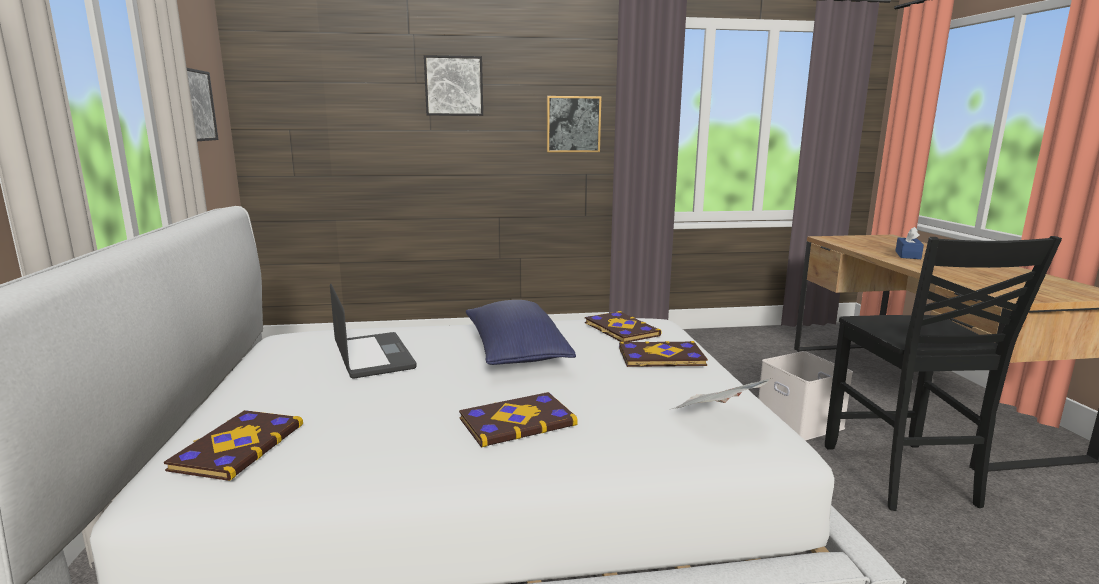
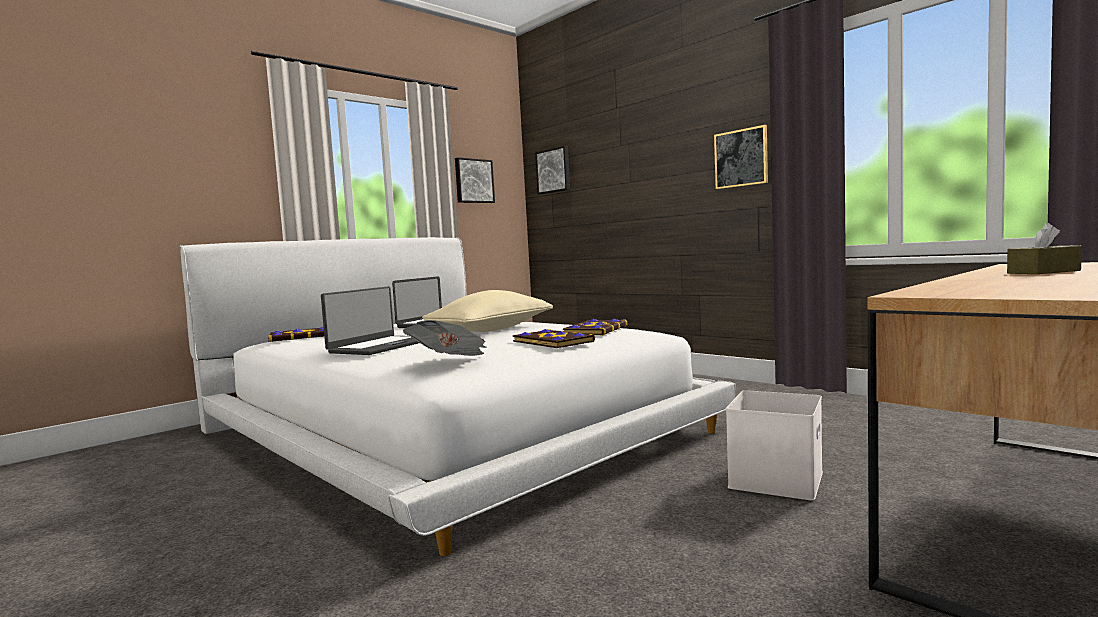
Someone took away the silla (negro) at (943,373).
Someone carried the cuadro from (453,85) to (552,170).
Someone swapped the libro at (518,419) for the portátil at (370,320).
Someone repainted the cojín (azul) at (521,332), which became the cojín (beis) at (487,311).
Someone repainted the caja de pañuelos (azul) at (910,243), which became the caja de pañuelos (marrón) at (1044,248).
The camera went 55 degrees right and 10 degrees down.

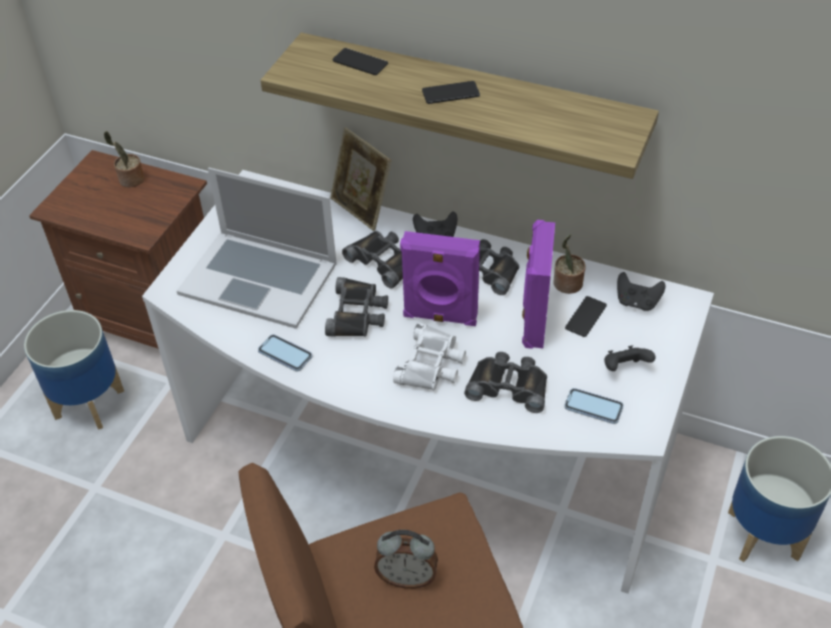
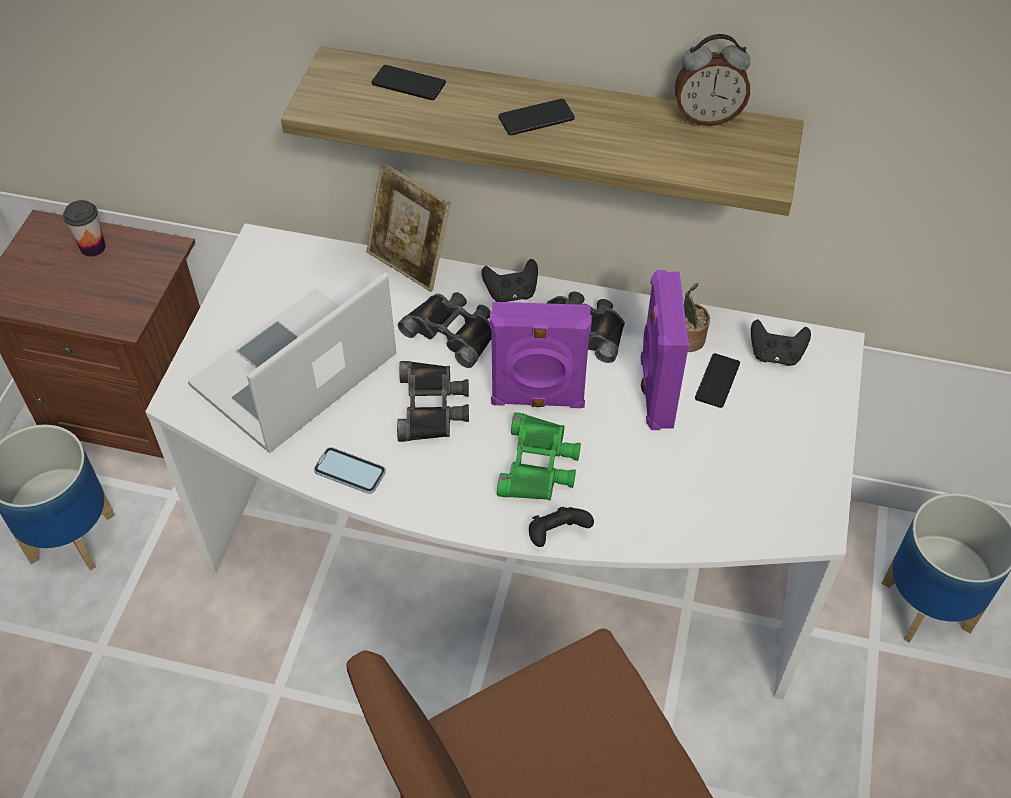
Someone took away the prismáticos (negro) at (505,382).
Someone took away the móvil at (594,406).
Someone carried the despertador from (406,559) to (712,80).
Someone carried the mando de consola (negro) from (630,358) to (561,527).
Someone swapped the planta en maceta at (124,159) for the taza at (84,228).
Someone repainted the prismáticos (blanco) at (429,357), which became the prismáticos (verde) at (539,456).
Someone rotated the portátil at (257,248) by 120 degrees clockwise.
The camera went 10 degrees left and 5 degrees up.

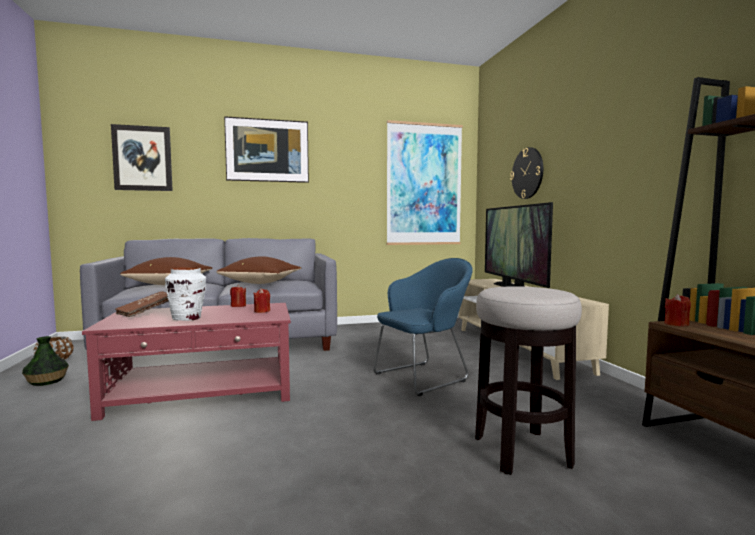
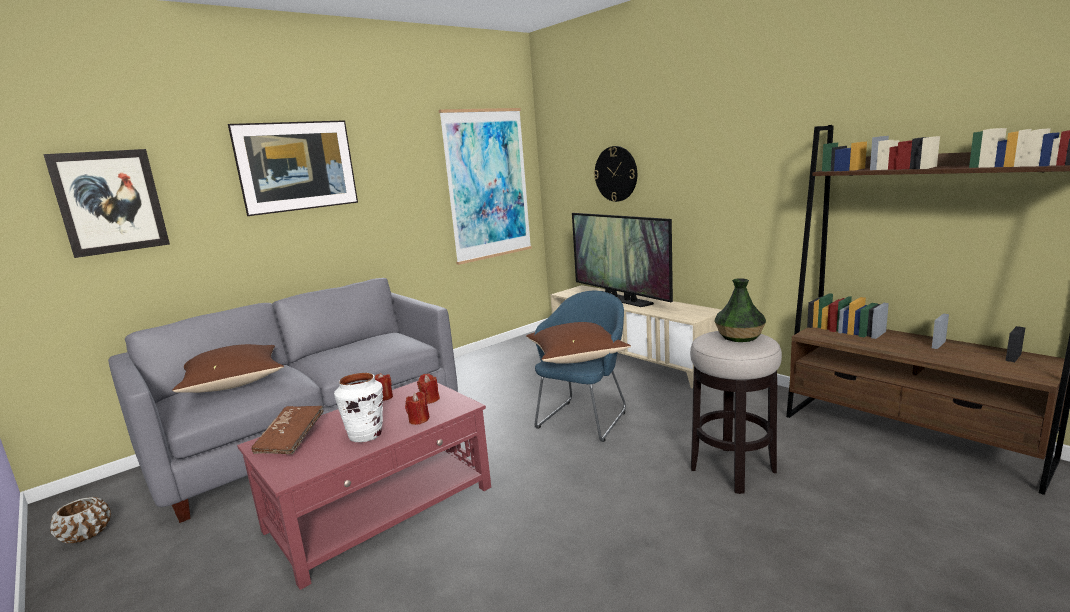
Someone carried the florero from (45,361) to (740,310).
Someone carried the cojín (marrón) from (258,270) to (578,342).
Someone carried the vela (rojo) from (677,310) to (417,408).
The camera went 25 degrees left and 10 degrees up.

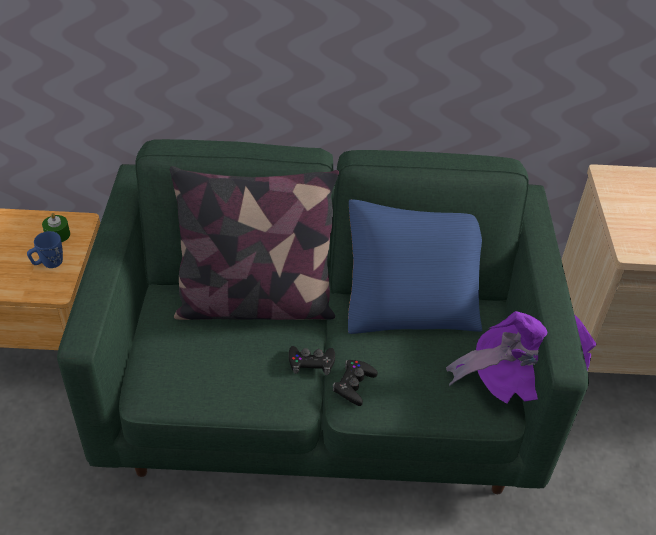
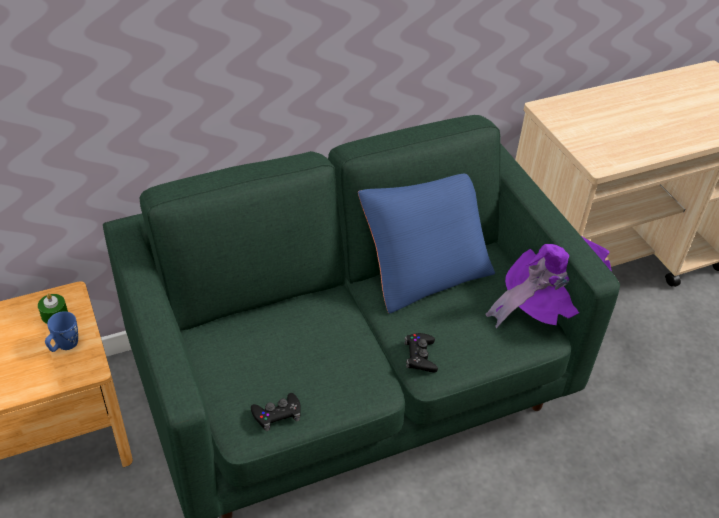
Someone took away the cojín at (254,243).
Someone carried the mando de consola (negro) from (311,360) to (275,412).
The camera went 25 degrees left and 0 degrees up.

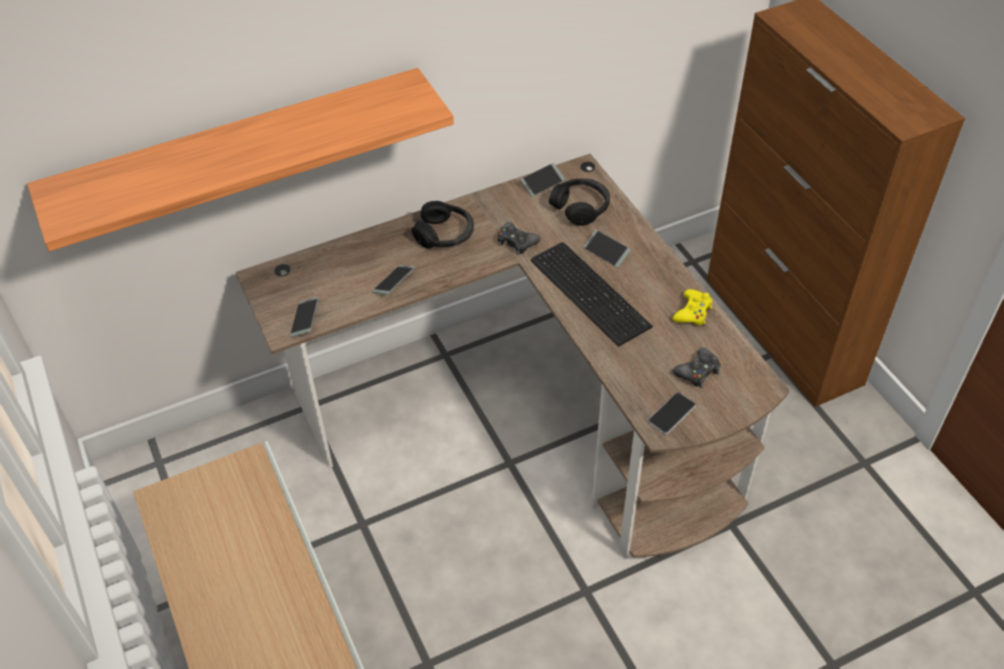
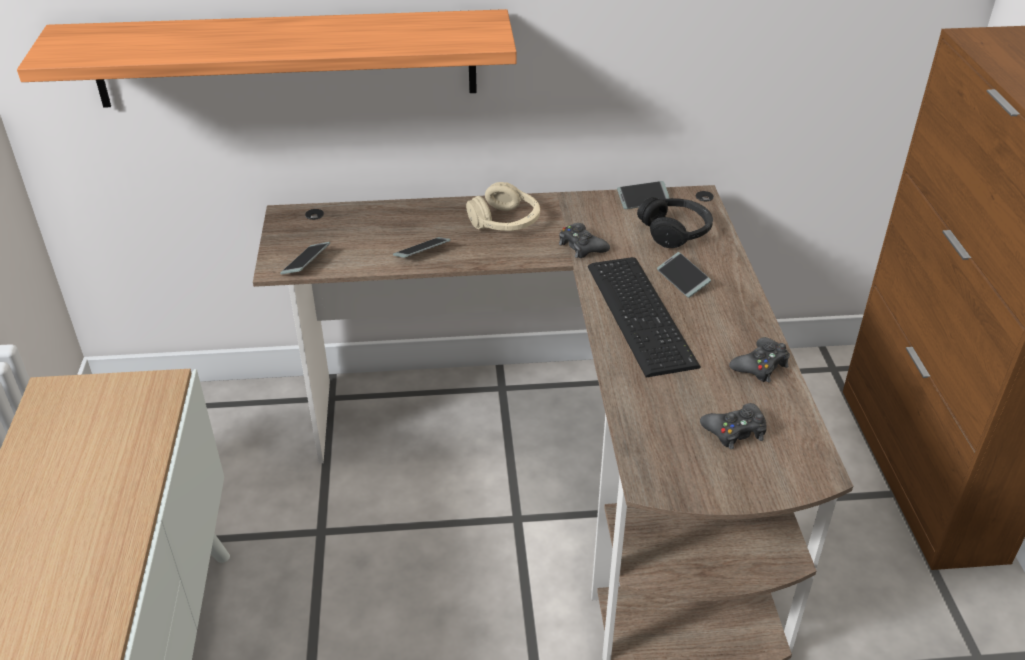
Someone took away the móvil at (672,413).
Someone repainted the auriculares (negro) at (443,225), which became the auriculares (beis) at (503,206).
Someone repainted the mando de consola (amarillo) at (692,307), which became the mando de consola (negro) at (759,359).
The camera went 20 degrees right and 10 degrees down.

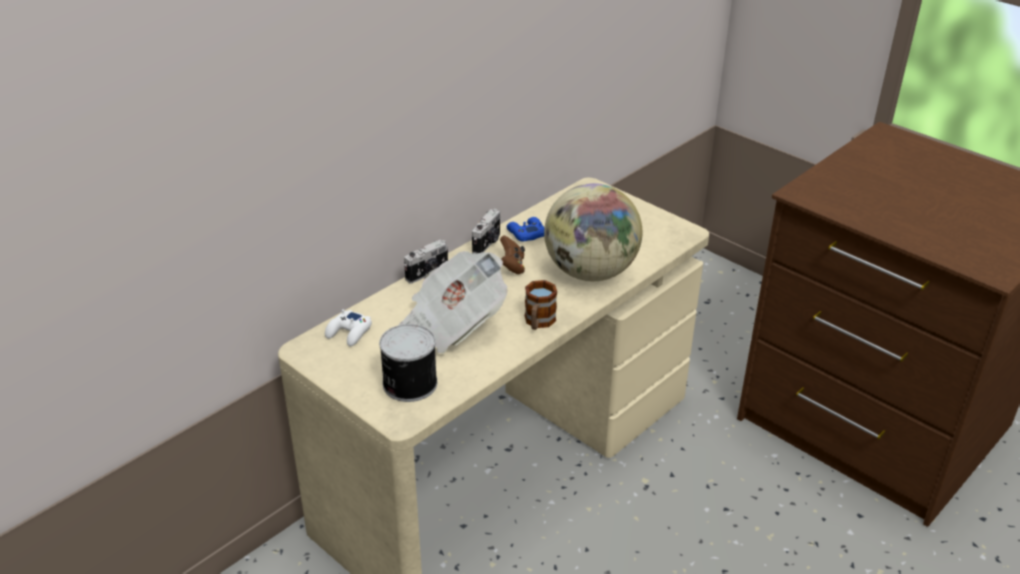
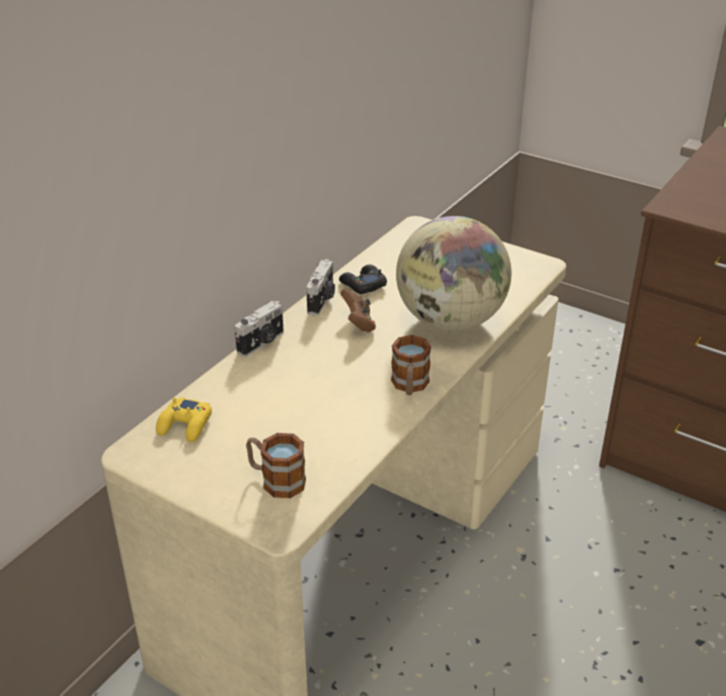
Someone took away the periódico at (453,302).
Someone swapped the lata at (408,363) for the taza grande at (276,465).
Someone repainted the mando de consola (blanco) at (348,327), which became the mando de consola (amarillo) at (184,419).
Someone repainted the mando de consola (azul) at (525,229), which became the mando de consola (negro) at (363,279).
The camera went 10 degrees left and 0 degrees up.

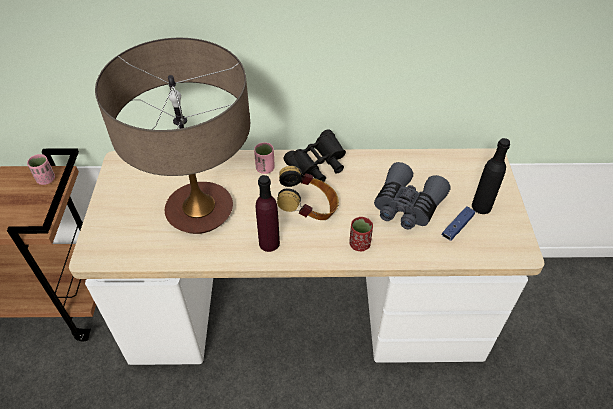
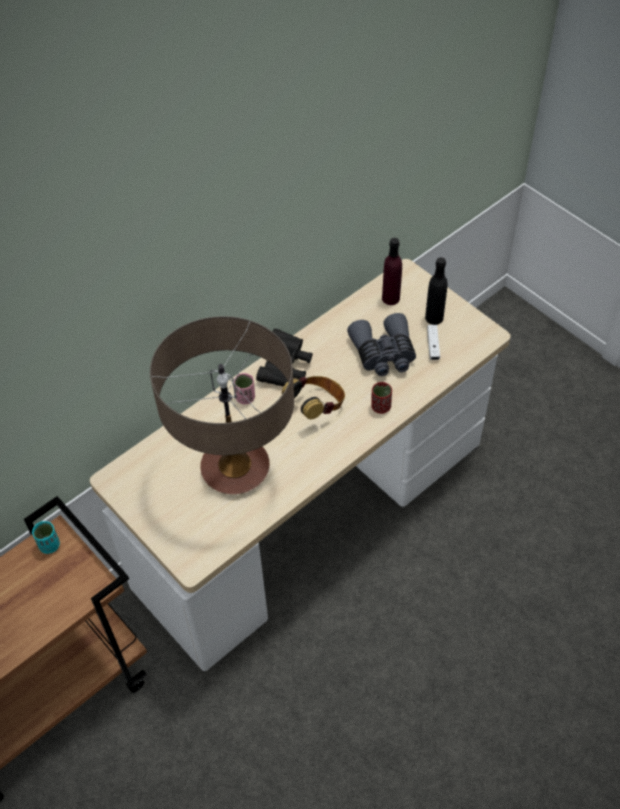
Someone carried the botella (morado) from (268,213) to (392,271).
Someone repainted the taza (rosa) at (41,169), which became the taza (turquesa) at (46,537).
Someone repainted the mando de consola (azul) at (458,223), which became the mando de consola (blanco) at (433,342).
The camera went 40 degrees left and 5 degrees up.

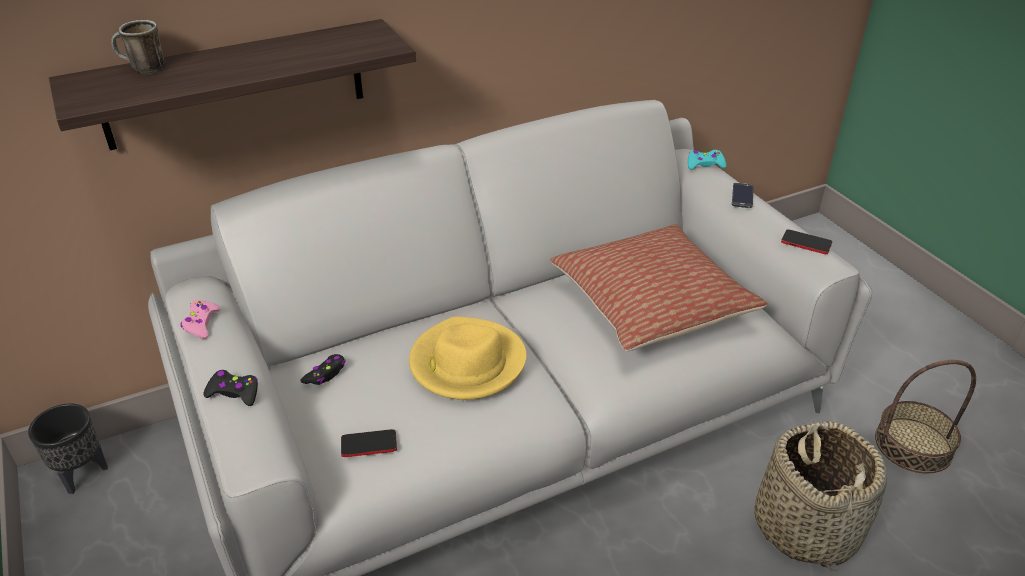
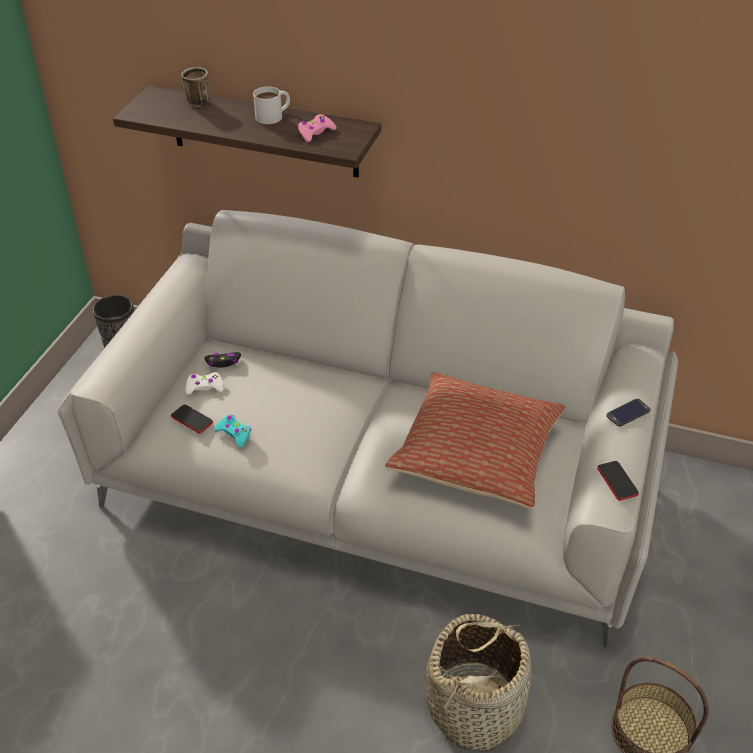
Someone took away the mando de consola (negro) at (230,388).
Someone took away the sombrero (amarillo) at (468,358).
Someone put down the mando de consola (blanco) at (205,383).
Someone put down the taza grande (blanco) at (271,105).
Someone carried the mando de consola (rosa) from (201,319) to (317,128).
Someone carried the mando de consola (turquesa) from (707,160) to (232,431).
The camera went 45 degrees right and 5 degrees up.

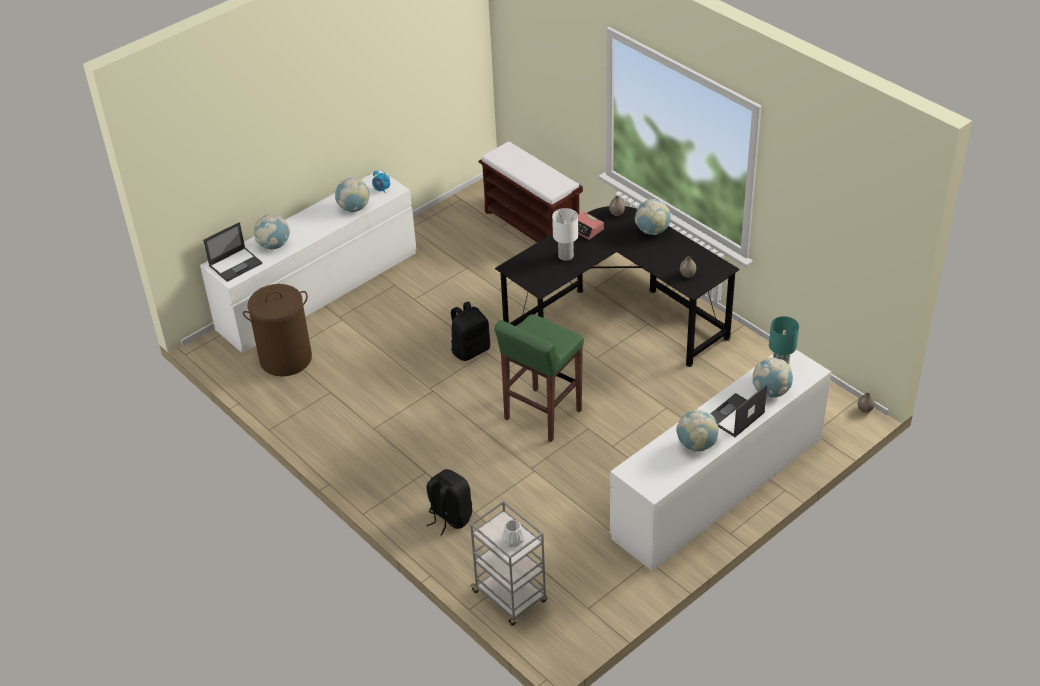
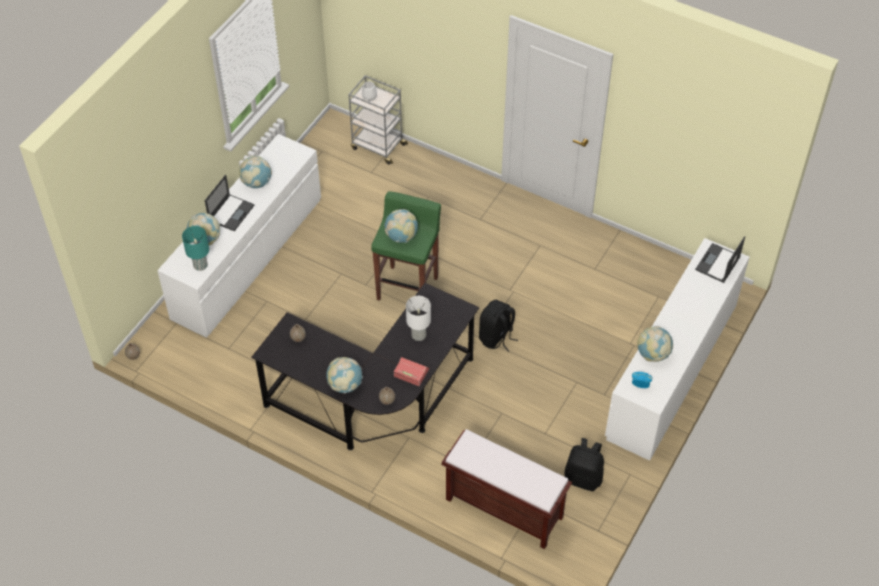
Someone took away the cesto de la ropa (marrón) at (277,330).
Someone carried the globo terráqueo from (272,231) to (401,226).
Someone carried the mochila (negro) from (449,502) to (584,464).
The camera went 160 degrees right and 10 degrees up.

